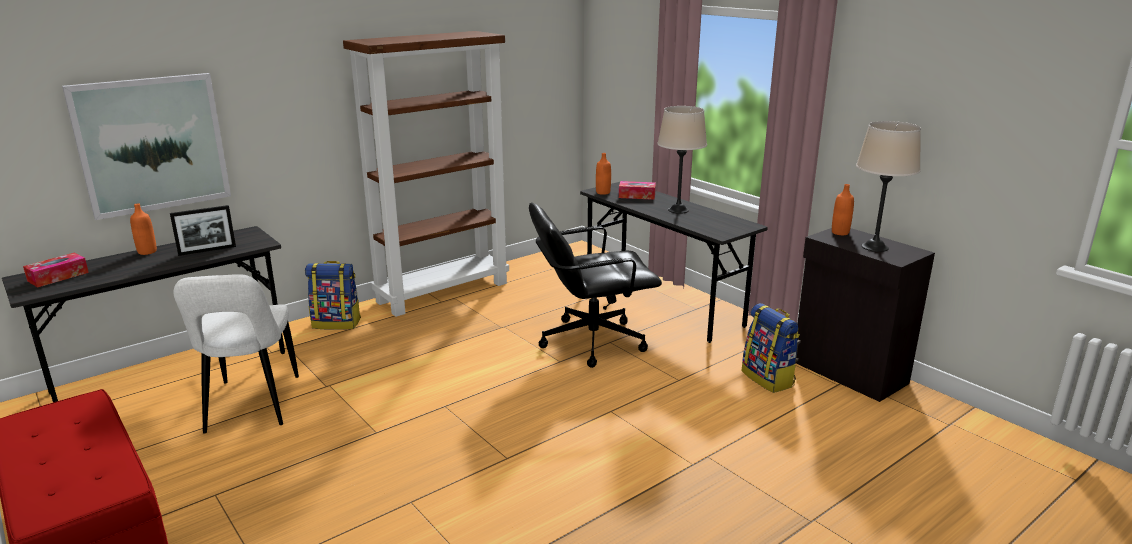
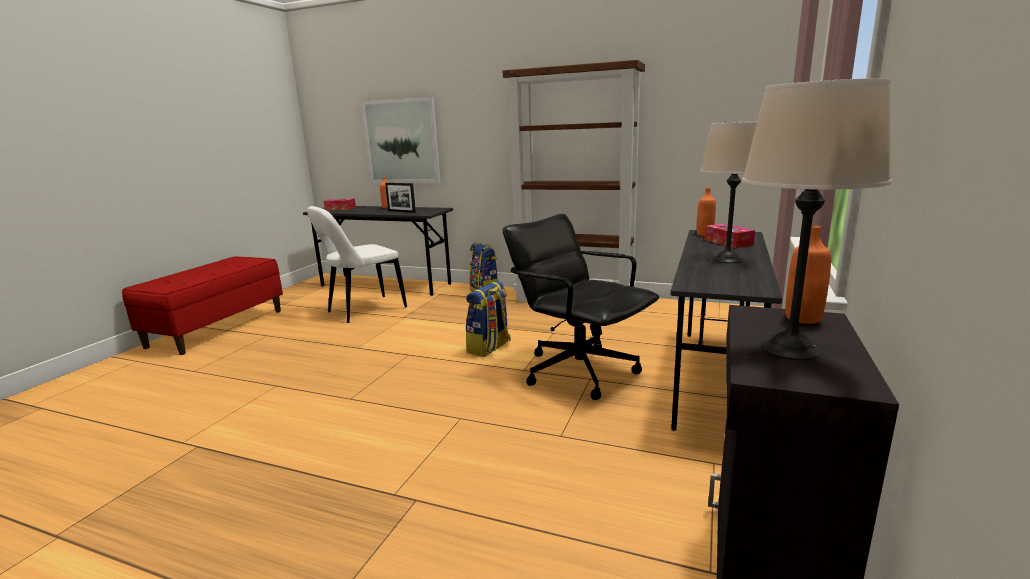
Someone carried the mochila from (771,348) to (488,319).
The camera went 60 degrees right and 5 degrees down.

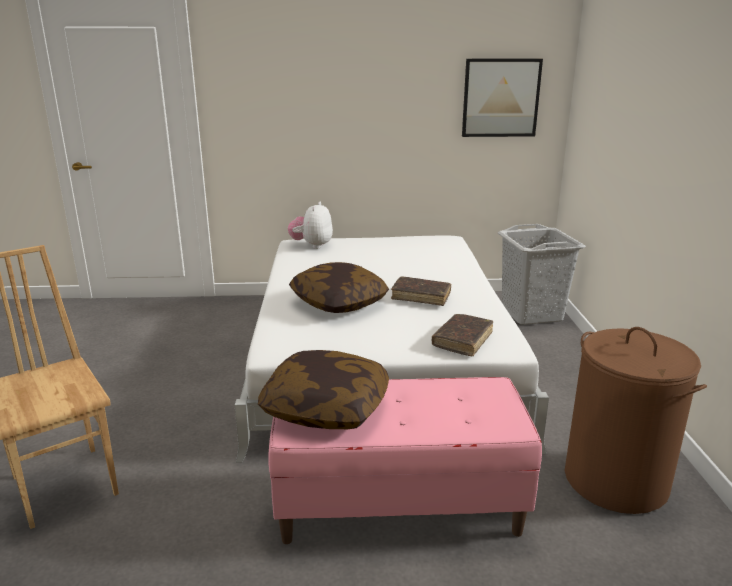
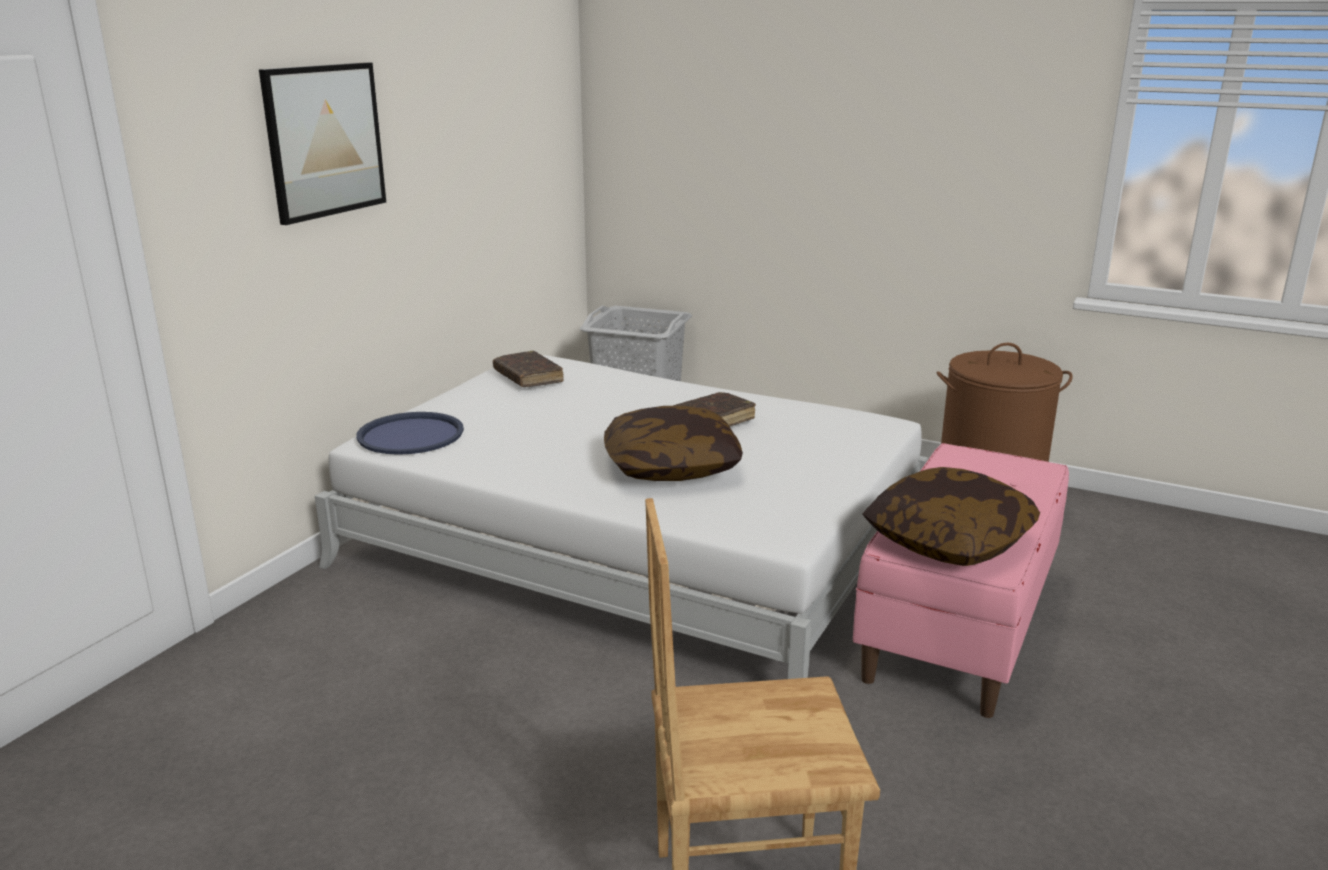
Someone carried the libro (marrón) from (462,335) to (528,369).
Someone carried the cuadro from (502,98) to (322,143).
Someone swapped the peluche at (310,225) for the bandeja (azul) at (410,433).
The camera went 60 degrees left and 0 degrees up.

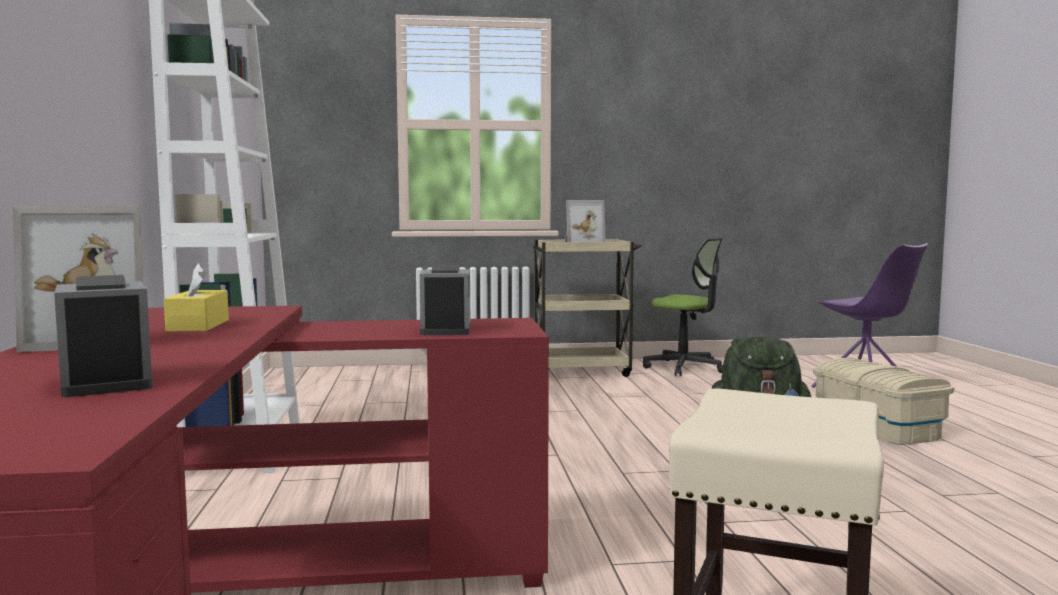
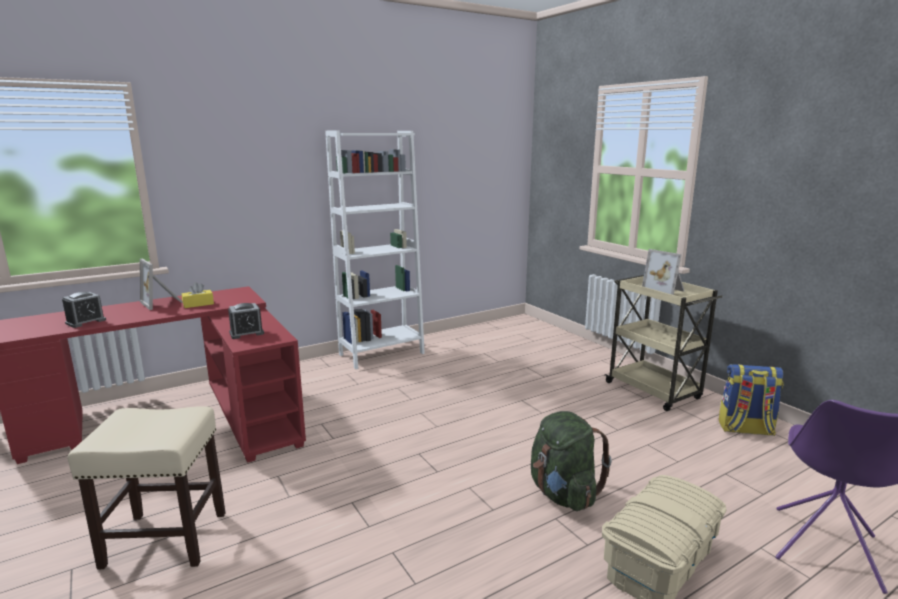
Someone swapped the silla de oficina at (683,307) for the mochila at (751,400).
The camera went 65 degrees right and 10 degrees up.

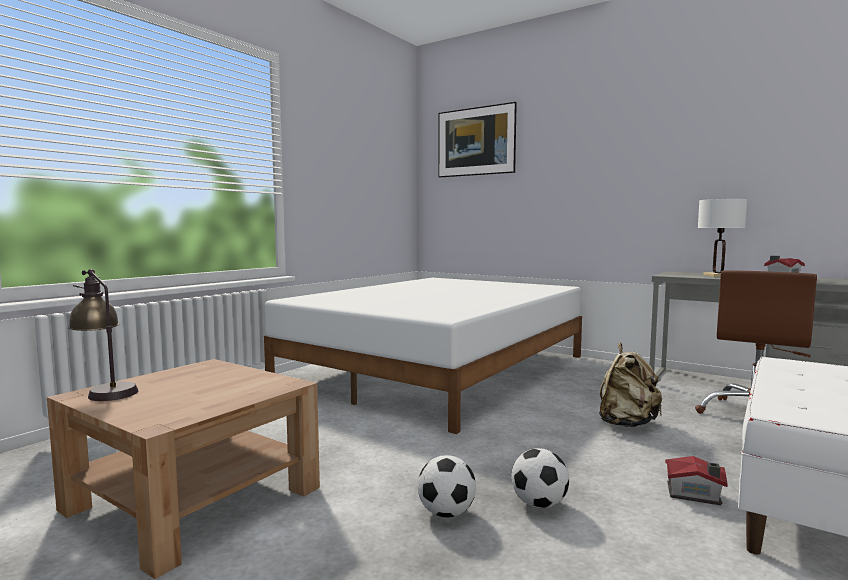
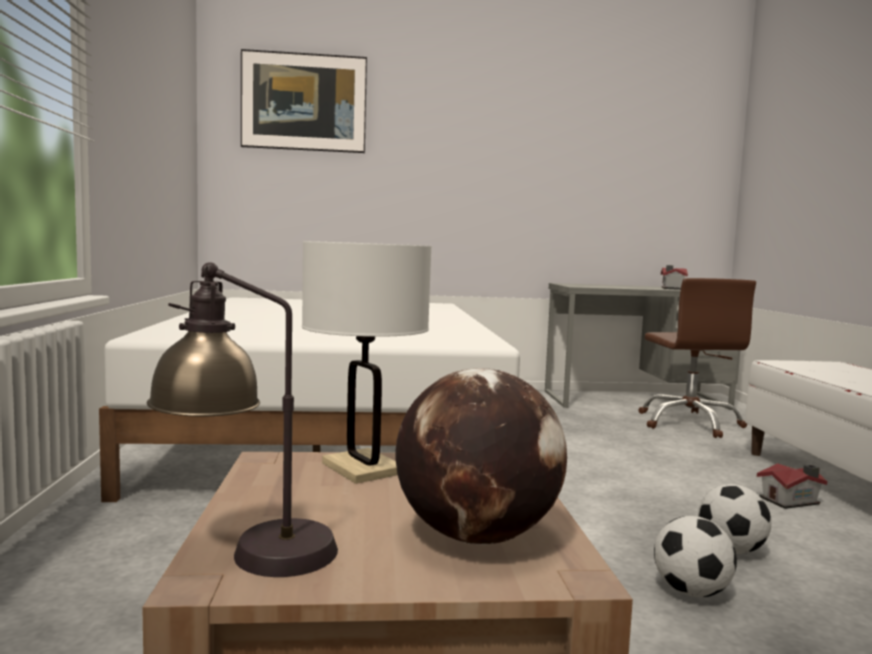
Someone took away the mochila (beis) at (630,385).
Someone put down the globo terráqueo at (481,456).
Someone carried the lámpara de mesa (blanco) from (722,238) to (367,362).
The camera went 40 degrees left and 0 degrees up.

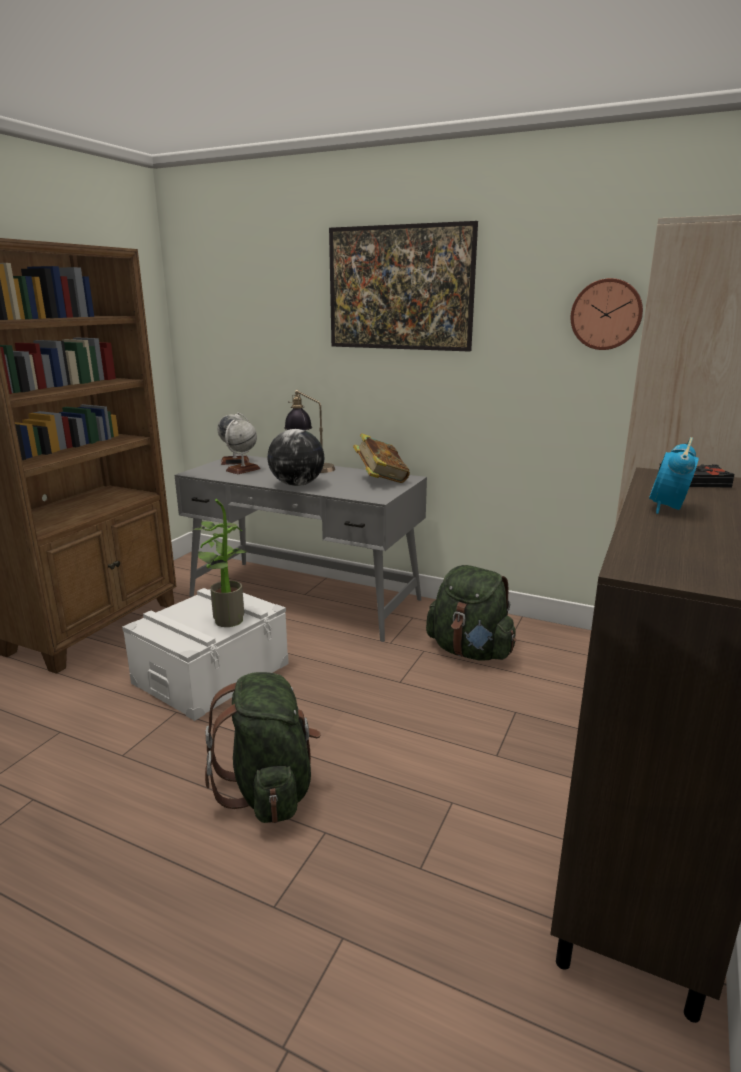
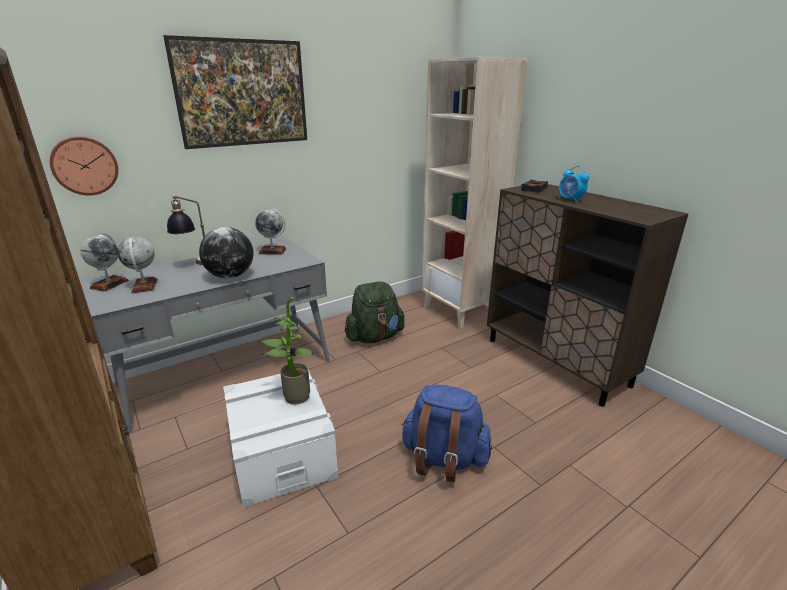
Someone carried the reloj de pared from (607,314) to (84,165).
Someone swapped the libro at (381,458) for the globo terráqueo at (270,231).
Someone repainted the mochila (verde) at (263,747), which became the mochila (azul) at (446,433).
The camera went 60 degrees left and 5 degrees up.

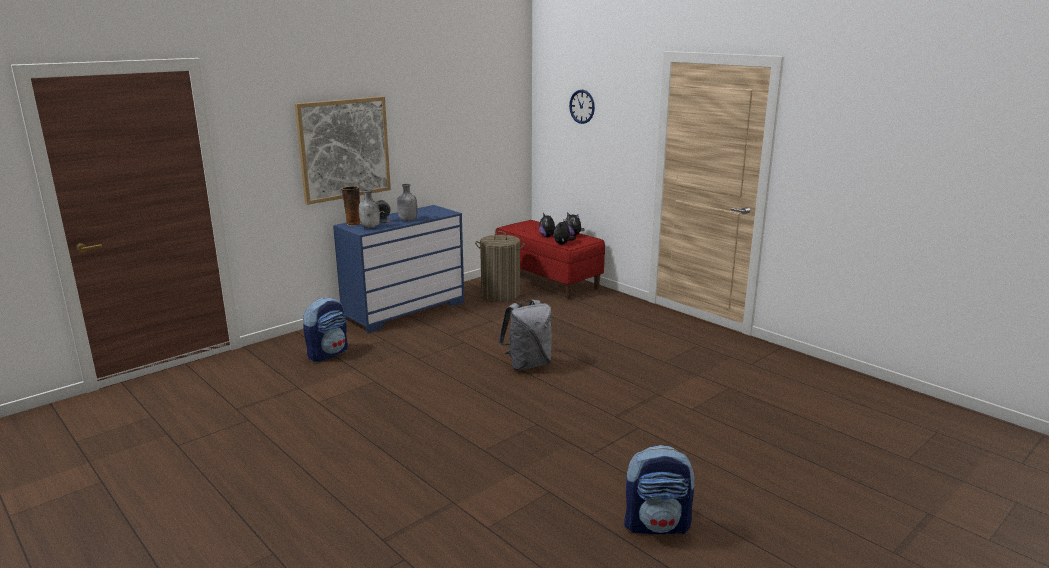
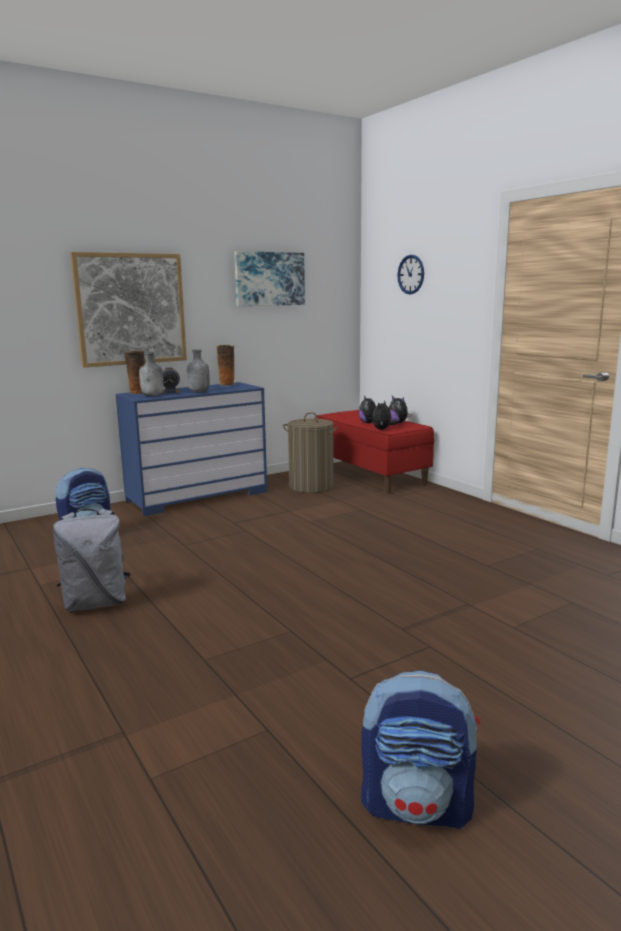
Someone put down the florero at (225,365).
Someone put up the cuadro at (269,278).
Someone carried the mochila (gris) from (525,335) to (91,560).
The camera went 10 degrees right and 5 degrees down.

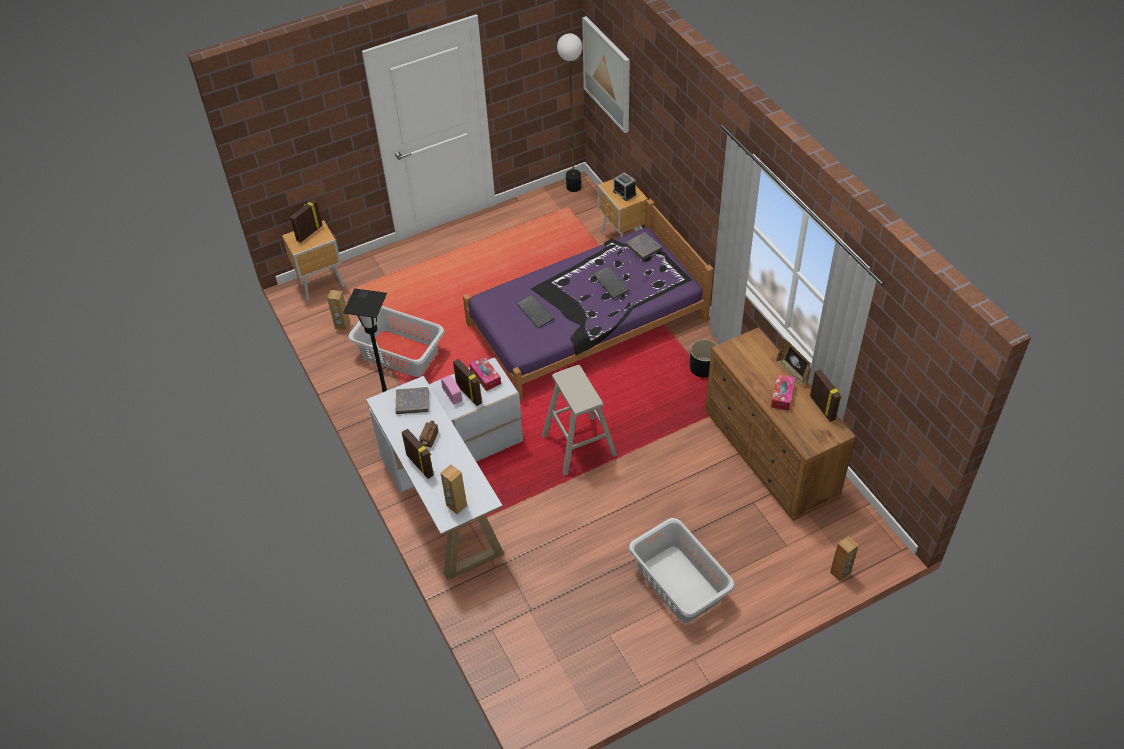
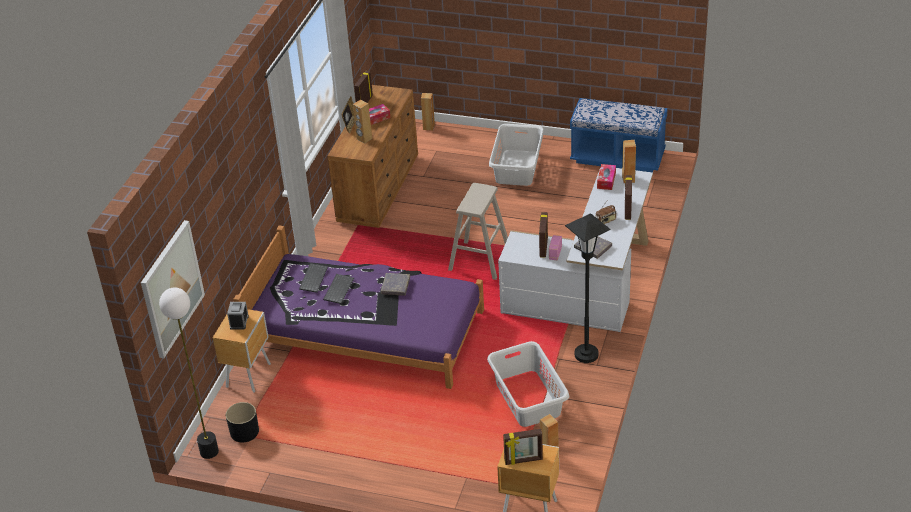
Someone put down the altavoz (marrón) at (362,121).
Someone put down the banco (azul) at (619,135).
Someone carried the caja de pañuelos from (485,373) to (606,177).
Someone carried the teclado from (535,311) to (313,278).
Someone carried the libro (gris) from (644,246) to (395,284).
Someone carried the maceta (negro) from (703,358) to (242,422).
The camera went 135 degrees left and 10 degrees down.

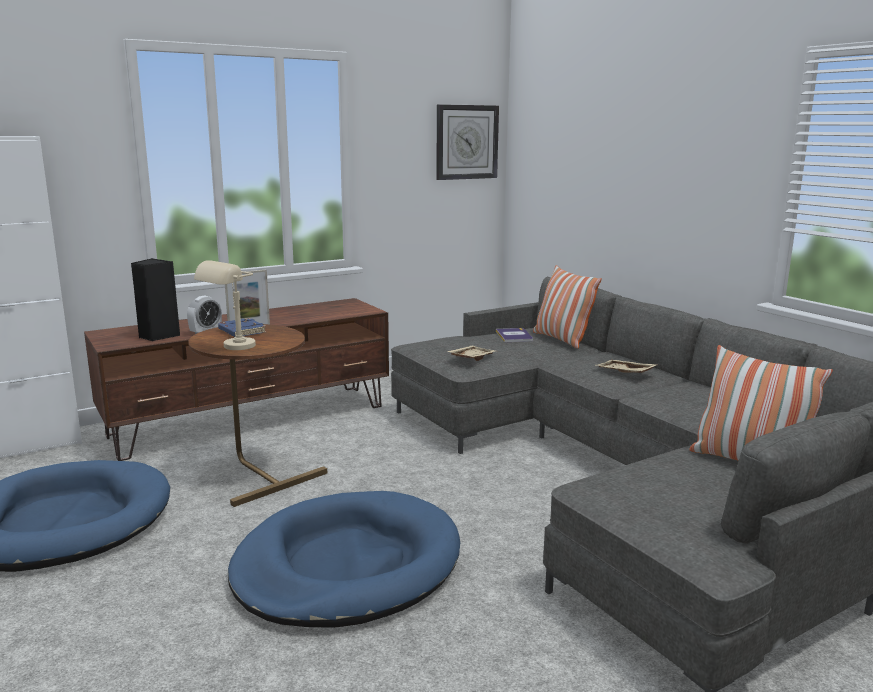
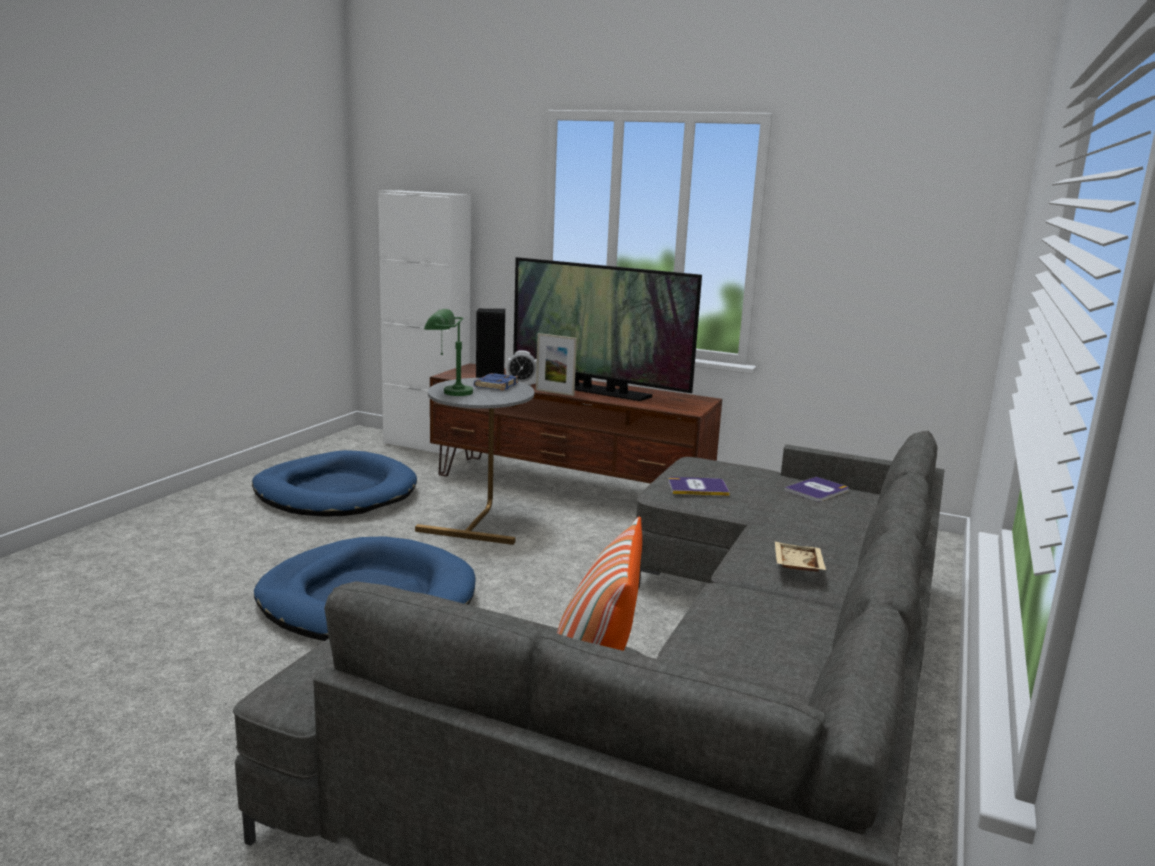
Someone took away the reloj de pared at (467,142).
Someone took away the cojín at (567,307).
Someone put down the televisor at (607,329).
Someone swapped the bandeja (beis) at (470,353) for the libro at (699,486).
Someone repainted the mesa auxiliar (marrón) at (257,415), which became the mesa auxiliar (gris) at (474,461).
Someone repainted the lámpara de mesa (beis) at (225,305), which became the lámpara de mesa (verde) at (448,352).
The camera went 55 degrees right and 0 degrees up.

